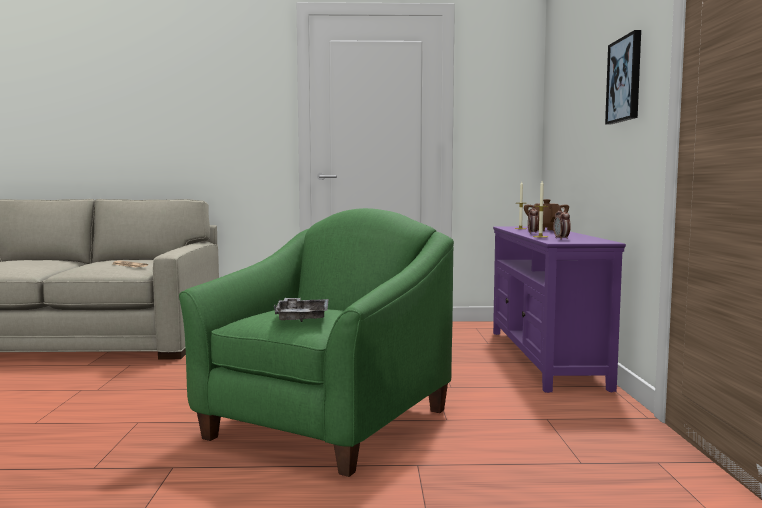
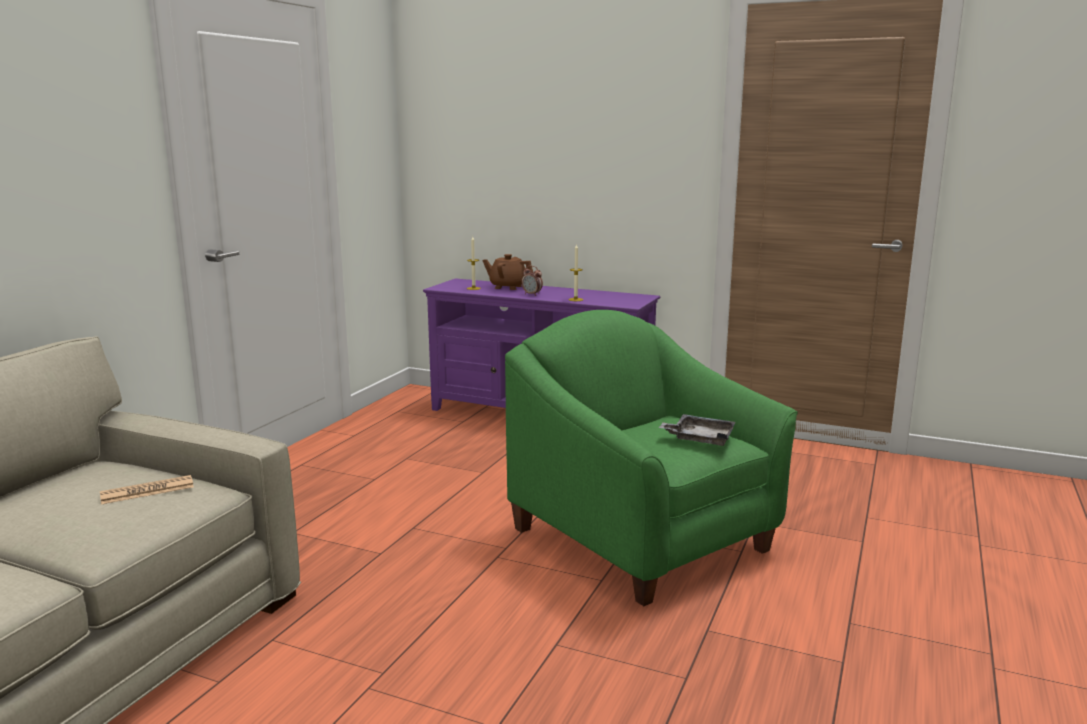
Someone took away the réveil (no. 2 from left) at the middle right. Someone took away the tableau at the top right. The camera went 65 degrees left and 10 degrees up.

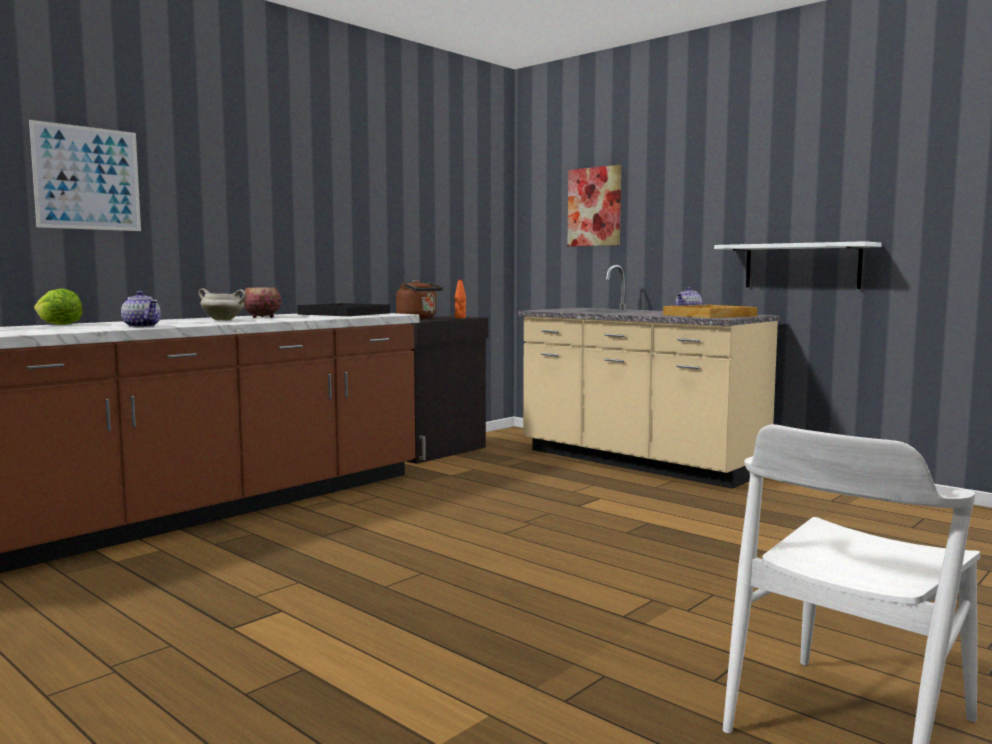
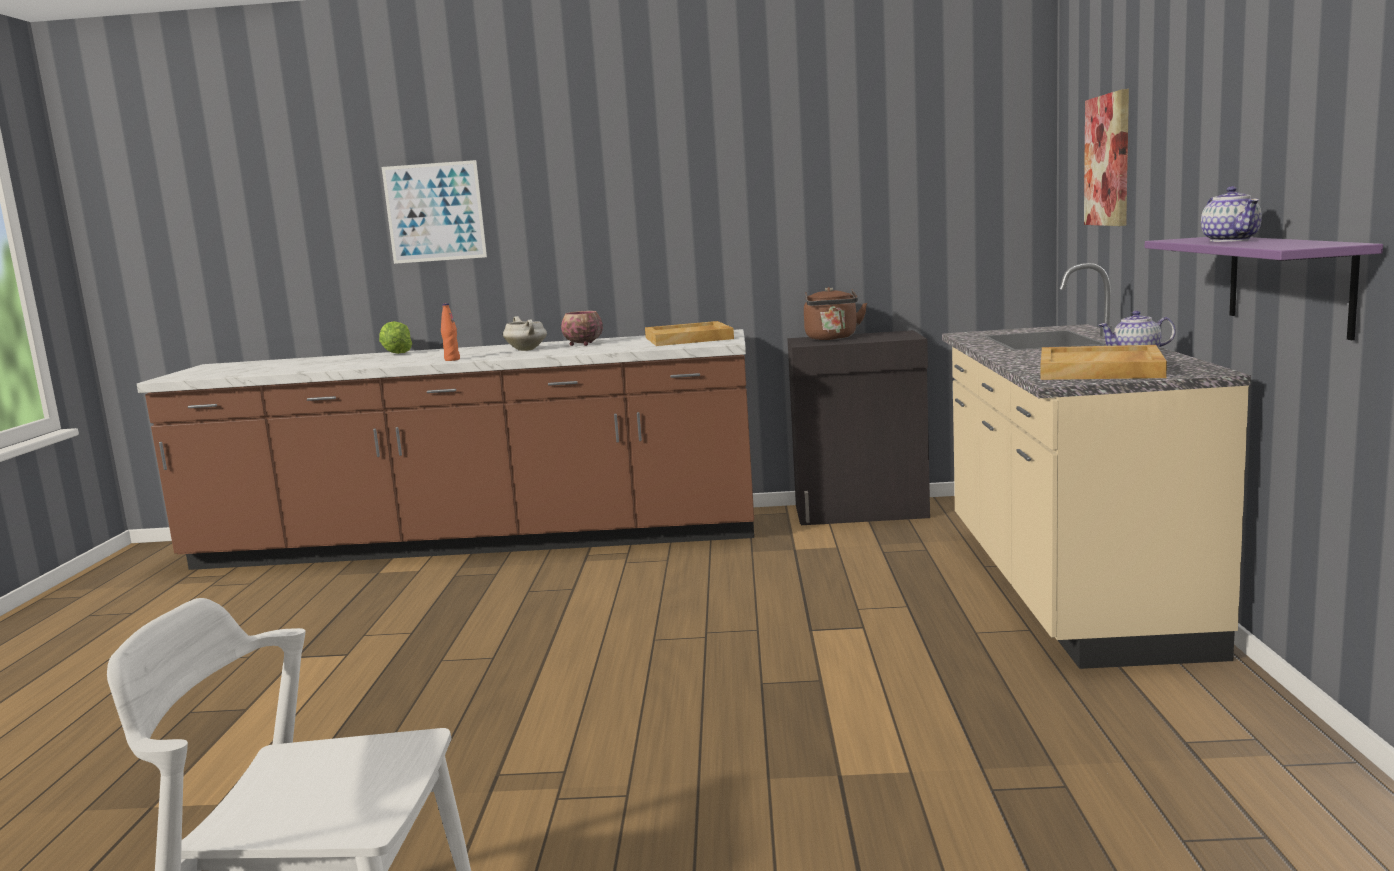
Someone carried the théière (no. 1 from left in the first image) from the middle left to the top right. Someone carried the bouteille [orange] from the centre to the middle left. Someone repainted the plateau [noir] at the centre, which became the plateau [beige] (no. 1 from left) at the centre. Someone repainted the étagère [blanc] at the middle right, which became the étagère [violet] at the top right. The camera went 50 degrees right and 5 degrees up.

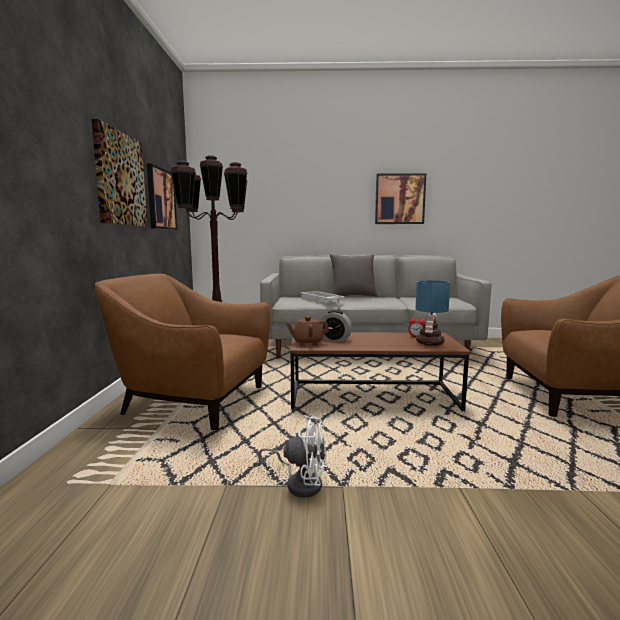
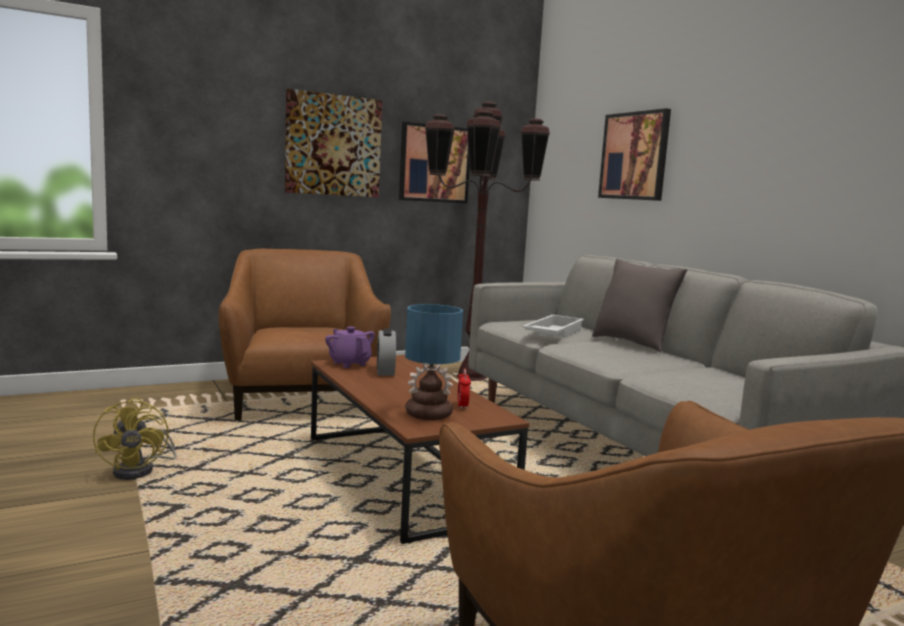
Someone carried the tableau (no. 3 from left) from the top centre to the top right. Someone repainted the ventilateur [blanc] at the bottom centre, which became the ventilateur [jaune] at the bottom left. Someone repainted the théière [marron] at the centre, which became the théière [violet] at the centre. The camera went 60 degrees right and 0 degrees up.

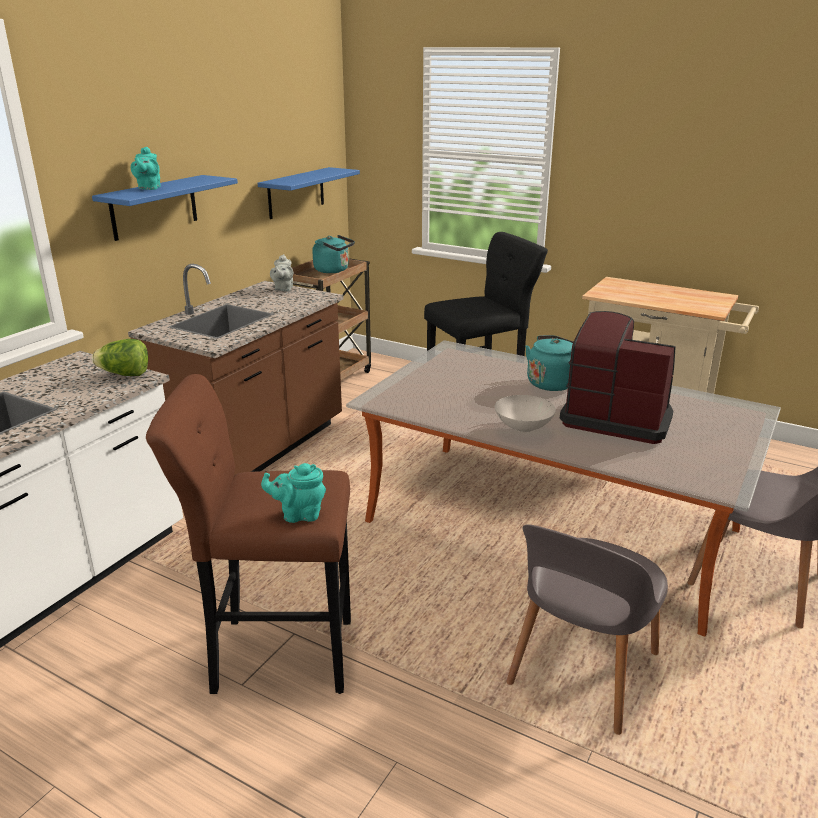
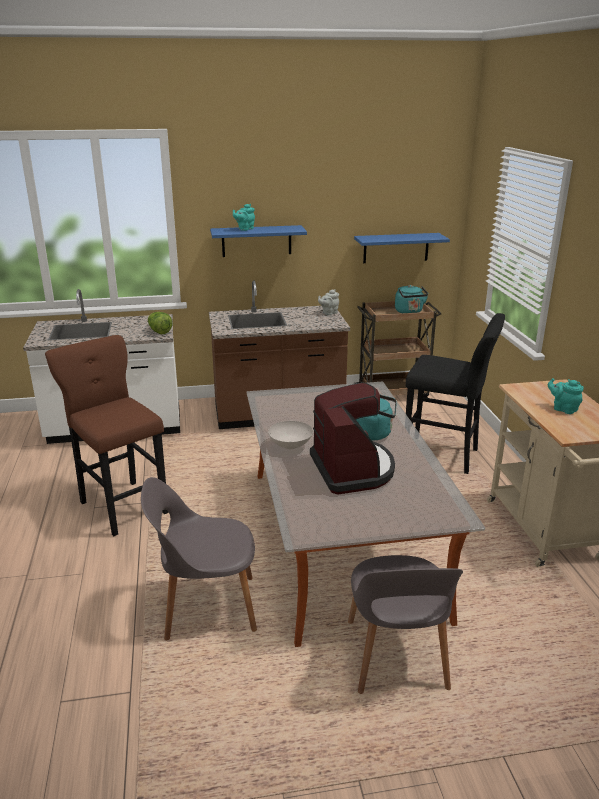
Someone carried the théière [turquoise] (no. 2 from left) from the centre to the middle right. The camera went 50 degrees right and 0 degrees up.

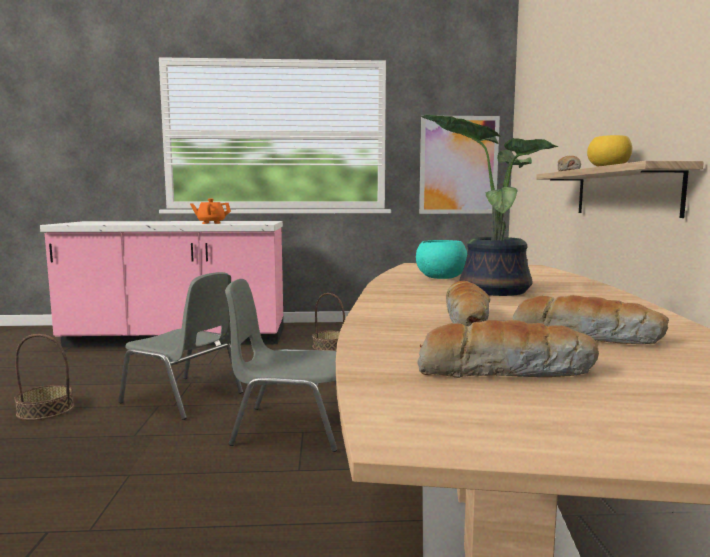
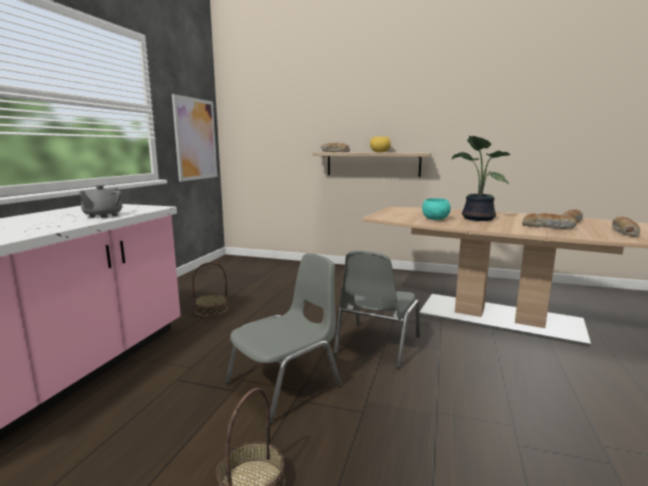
Someone repainted the théière [orange] at the middle left, which became the théière [gris] at the middle left. The camera went 70 degrees left and 5 degrees up.

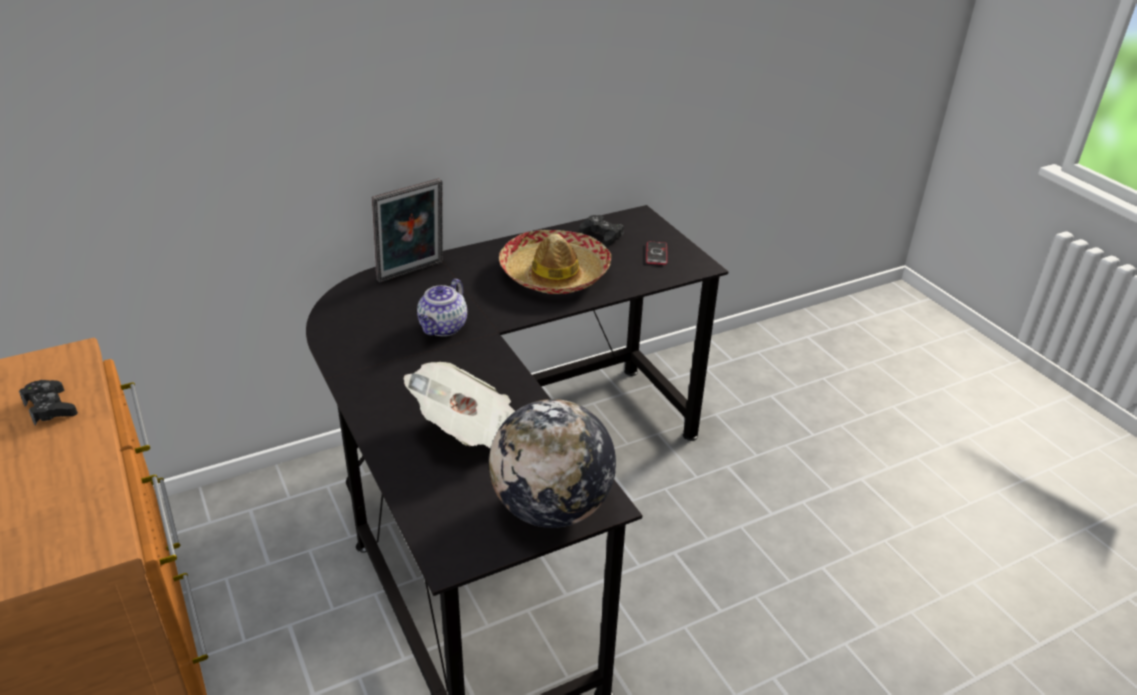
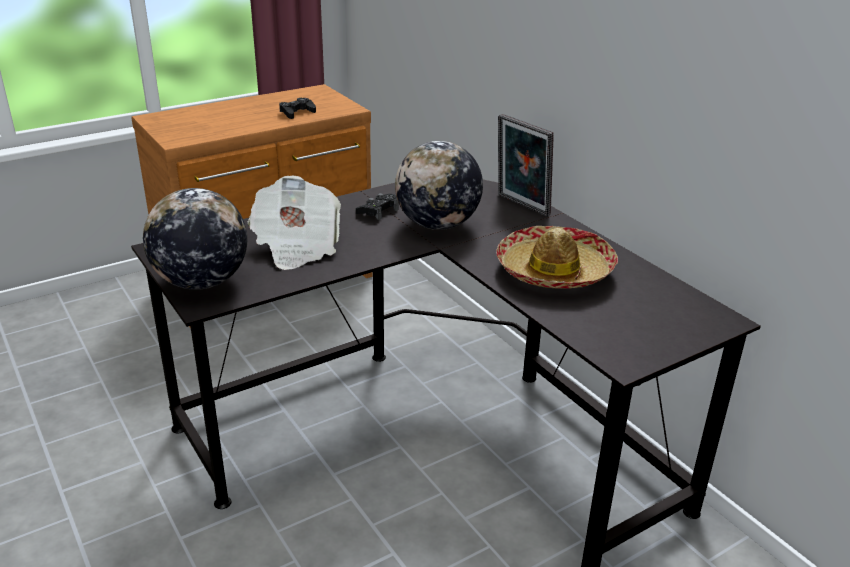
Someone took away the téléphone at the centre. Someone carried the manette [noir] (no. 2 from left) from the top centre to the centre. Someone swapped the théière at the centre for the globe (no. 2 from left) at the top centre. The camera went 85 degrees right and 5 degrees down.

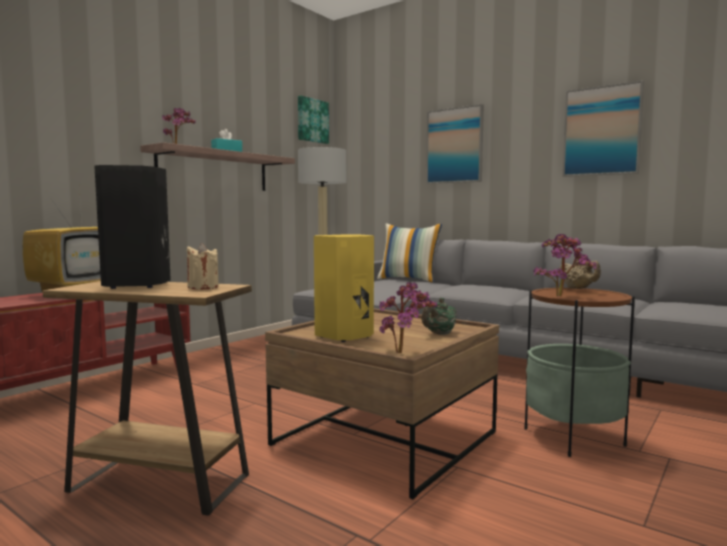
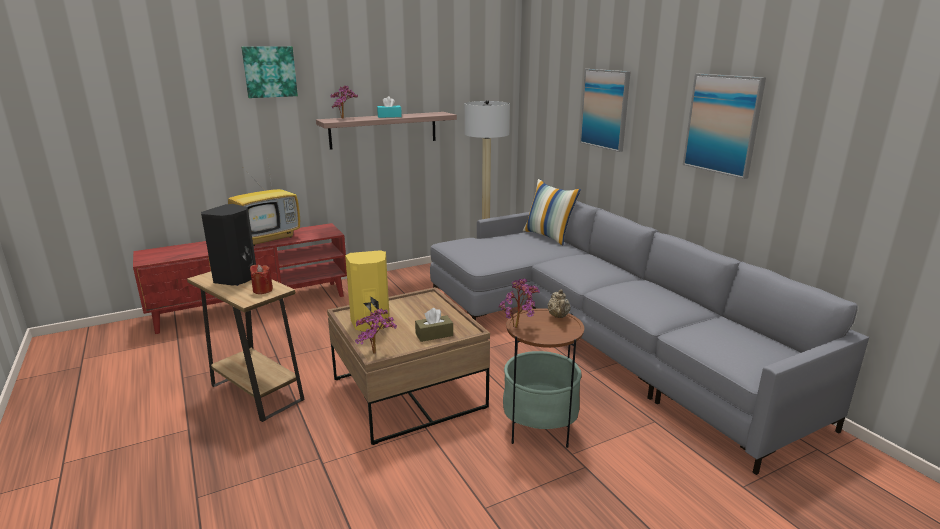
Someone carried the tableau (no. 1 from left) from the top centre to the top left. Someone swapped the théière [vert] at the centre for the boîte à mouchoirs [marron] at the centre. Someone repainted the bougie [beige] at the middle left, which became the bougie [rouge] at the middle left. The camera went 25 degrees right and 15 degrees up.

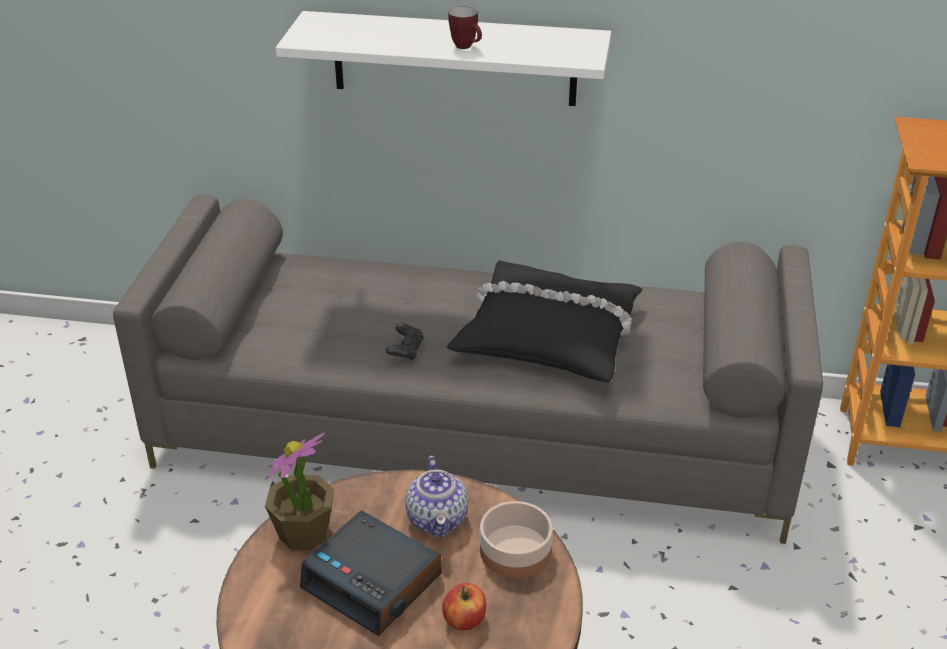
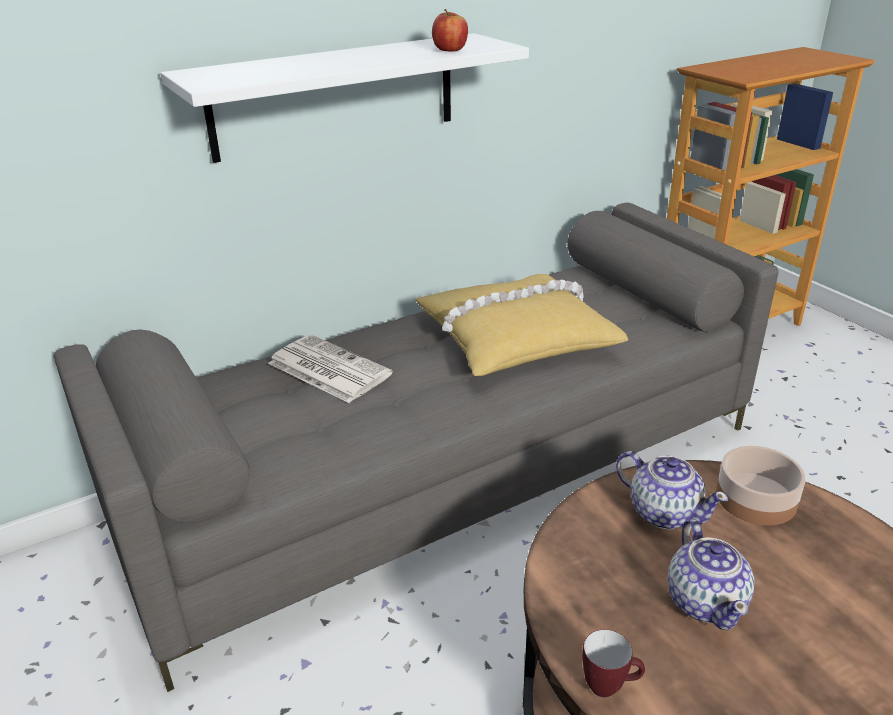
Someone took away the plante en pot at the bottom left. Someone took away the manette [noir] at the centre. Someone put down the journal at the centre. Someone carried the pomme from the bottom centre to the top centre. Someone carried the mug from the top centre to the bottom right. Someone swapped the réveil at the bottom centre for the théière (no. 2 from left) at the bottom right. Someone repainted the coussin [noir] at the centre, which became the coussin [jaune] at the centre. The camera went 40 degrees left and 5 degrees down.

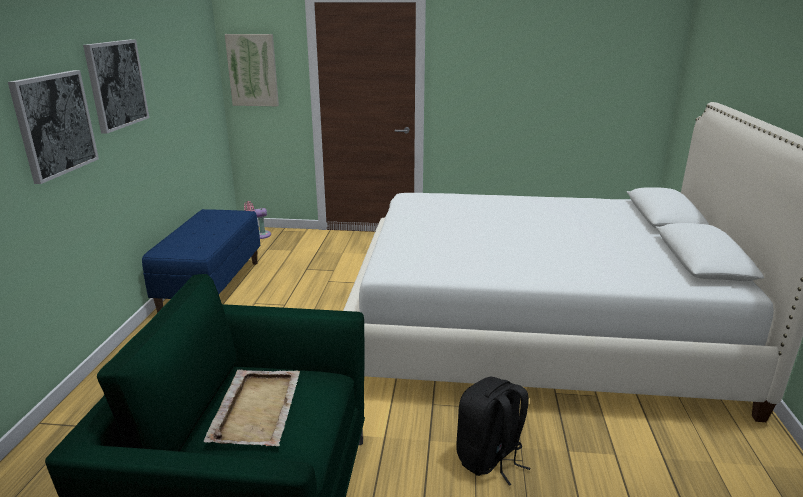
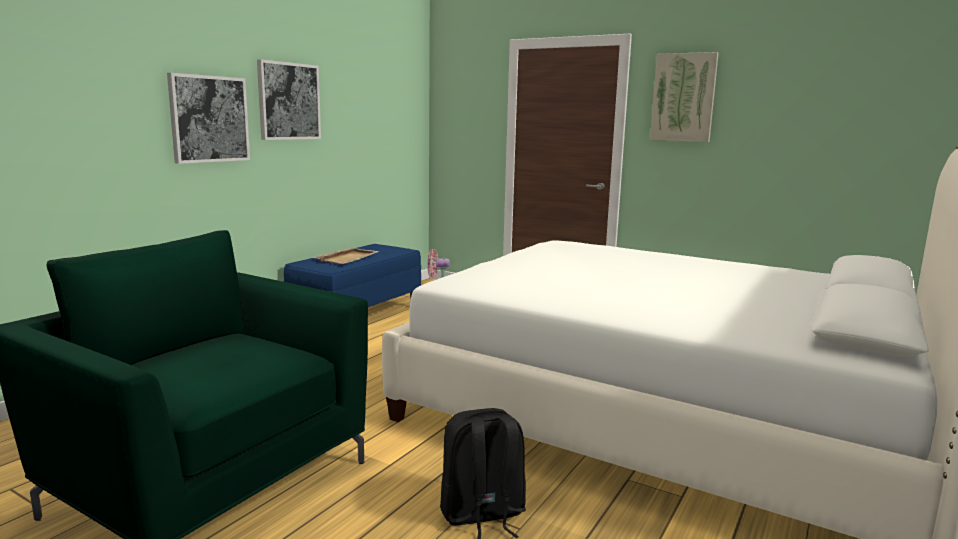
Someone carried the plateau [beige] from the bottom left to the centre. Someone carried the tableau (no. 3 from left) from the top left to the top right. The camera went 25 degrees right and 10 degrees down.

